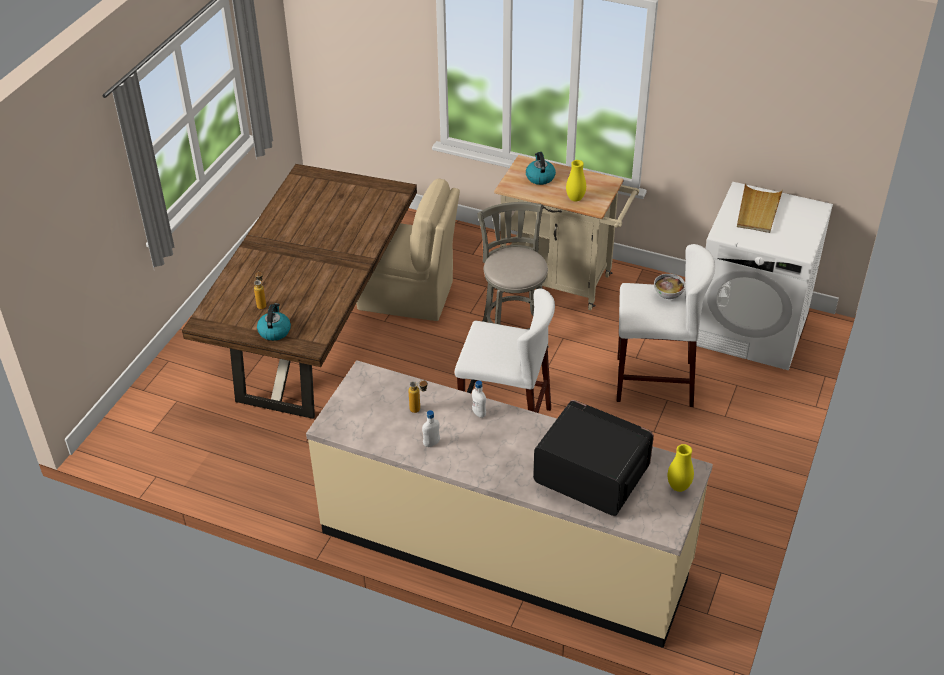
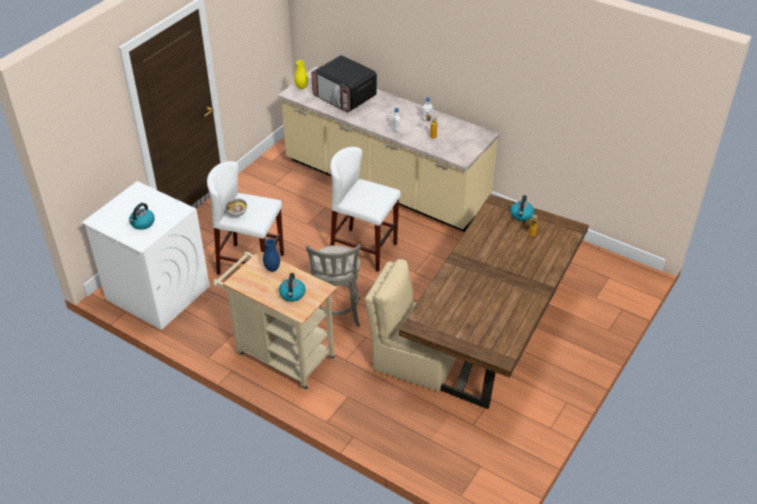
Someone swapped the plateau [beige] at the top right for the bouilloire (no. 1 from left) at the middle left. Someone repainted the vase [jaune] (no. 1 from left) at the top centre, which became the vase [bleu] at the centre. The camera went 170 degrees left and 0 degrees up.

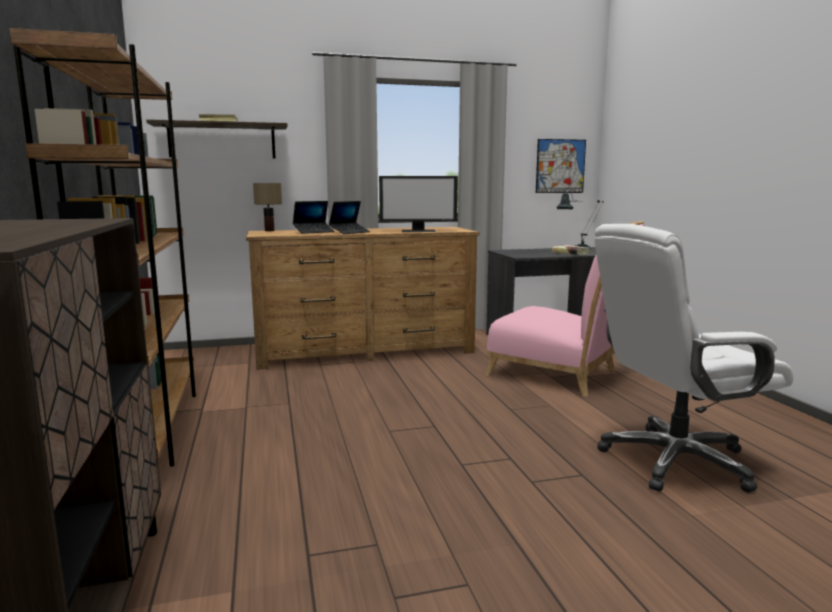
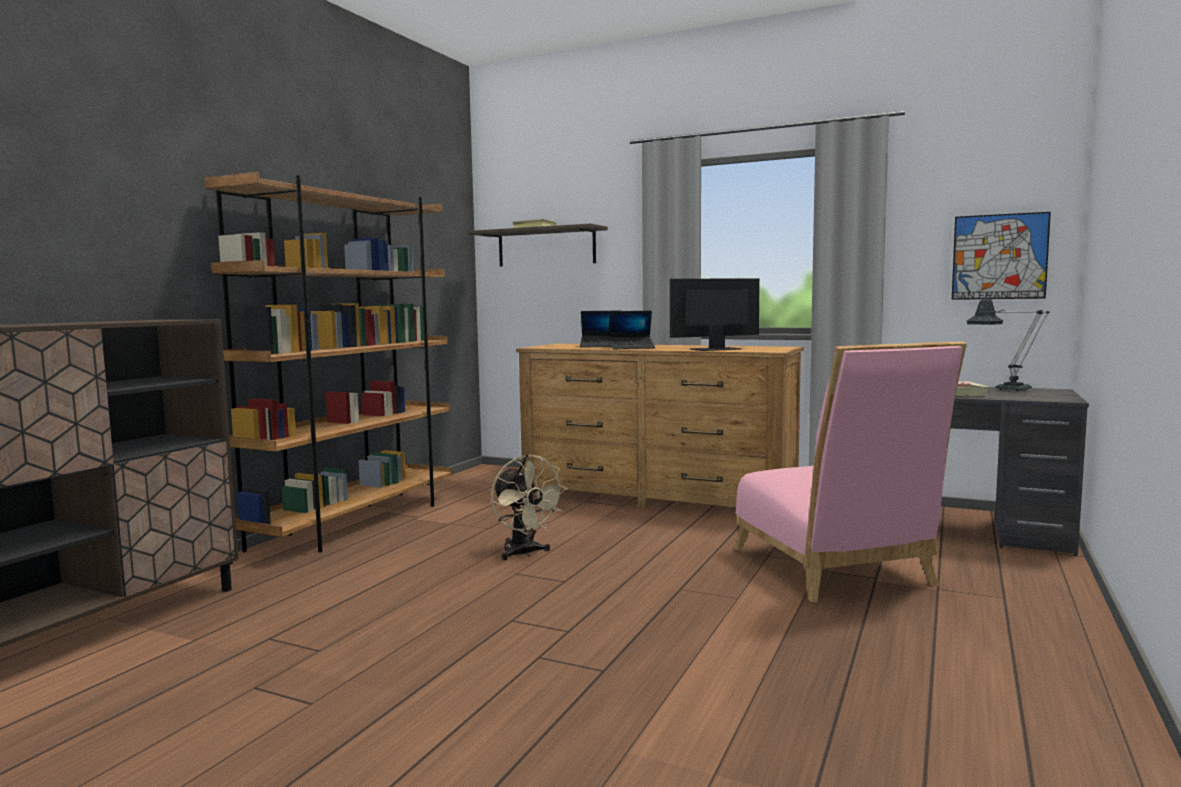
Someone took away the lampe de table (no. 1 from left) at the middle left. Someone took away the chaise de bureau [blanc] at the middle right. Someone put down the ventilateur [beige] at the centre. Someone rotated the écran d'ordinateur at the centre by 120 degrees clockwise. The camera went 40 degrees right and 5 degrees down.

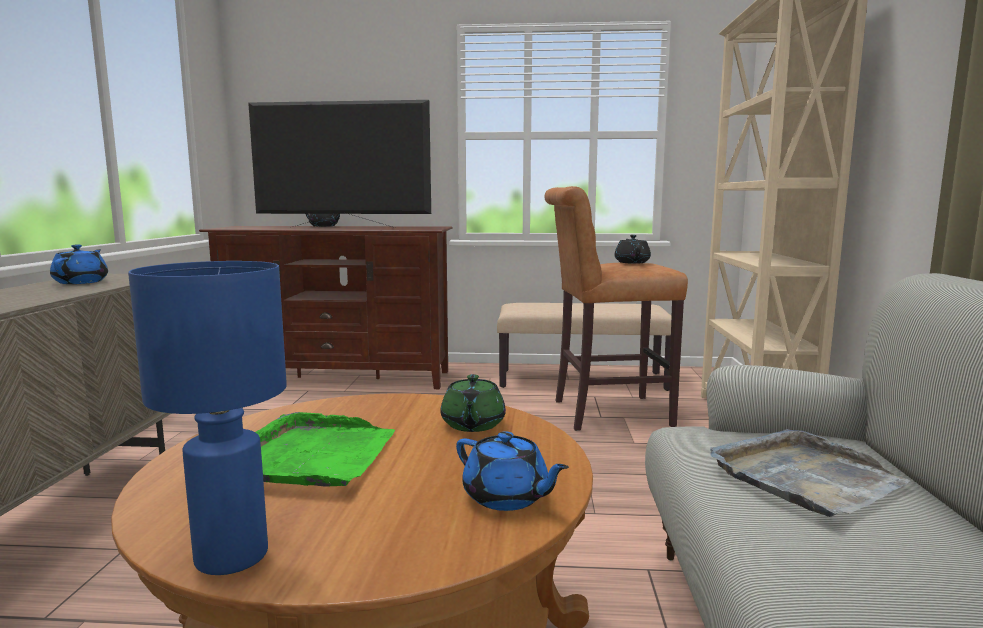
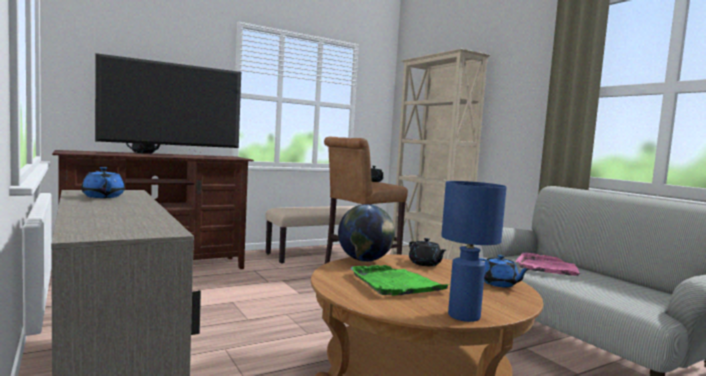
Someone put down the globe at the centre. Someone repainted the théière [vert] at the centre, which became the théière [noir] (no. 3 from left) at the bottom centre. Someone repainted the plateau [gris] at the bottom right, which became the plateau [rose] at the bottom right. Someone rotated the théière [bleu] (no. 2 from left) at the bottom centre by 45 degrees clockwise. The camera went 35 degrees left and 5 degrees down.

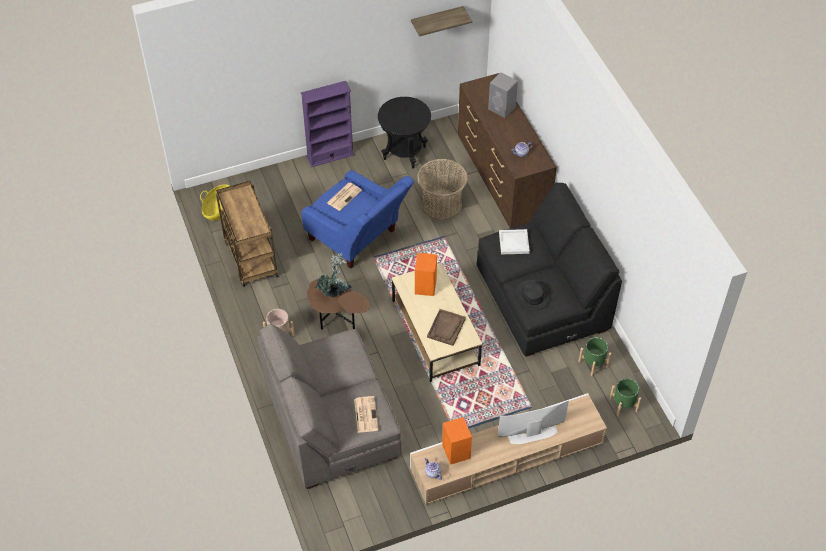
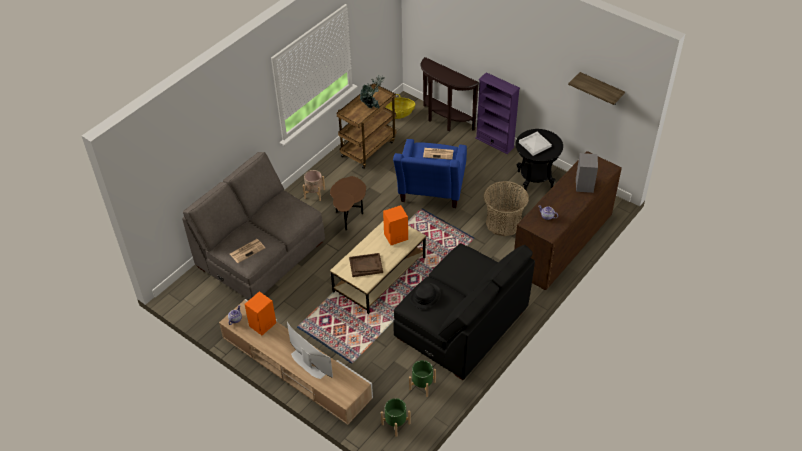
Someone put down the table console [marron] at the top centre. Someone carried the plante en pot from the centre to the top centre. Someone carried the plateau [blanc] from the centre to the top right. The camera went 60 degrees right and 5 degrees down.

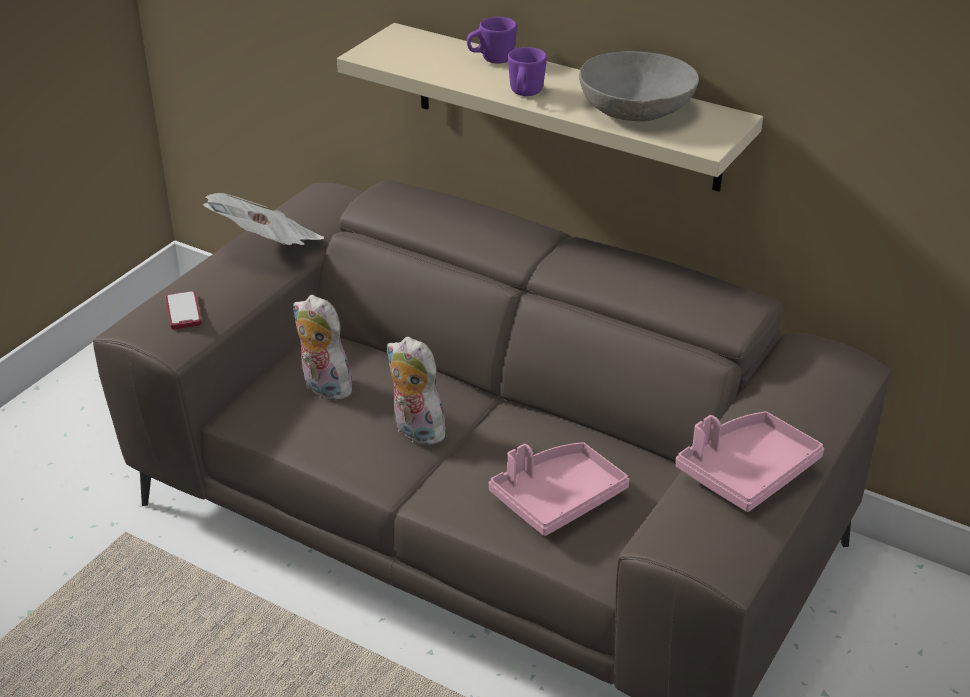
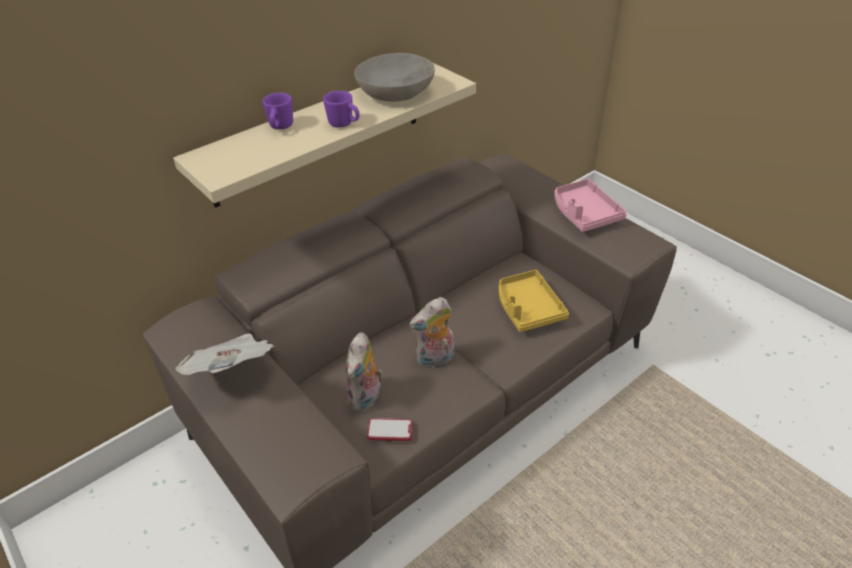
Someone carried the téléphone from the middle left to the bottom centre. Someone repainted the plateau [rose] (no. 1 from left) at the bottom centre, which became the plateau [jaune] at the centre. Someone rotated the peluche (no. 1 from left) at the middle left by 45 degrees counterclockwise. The camera went 70 degrees left and 5 degrees up.

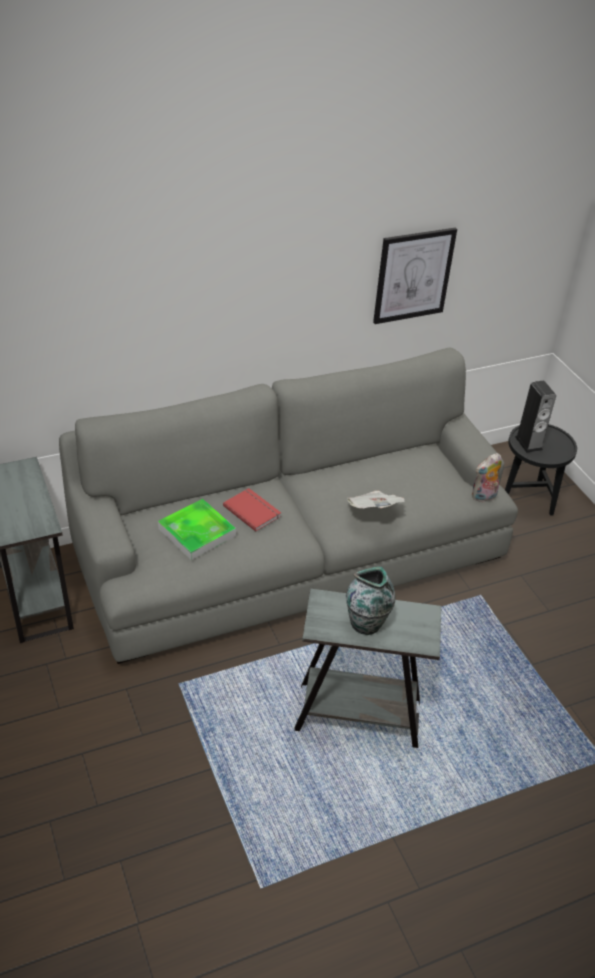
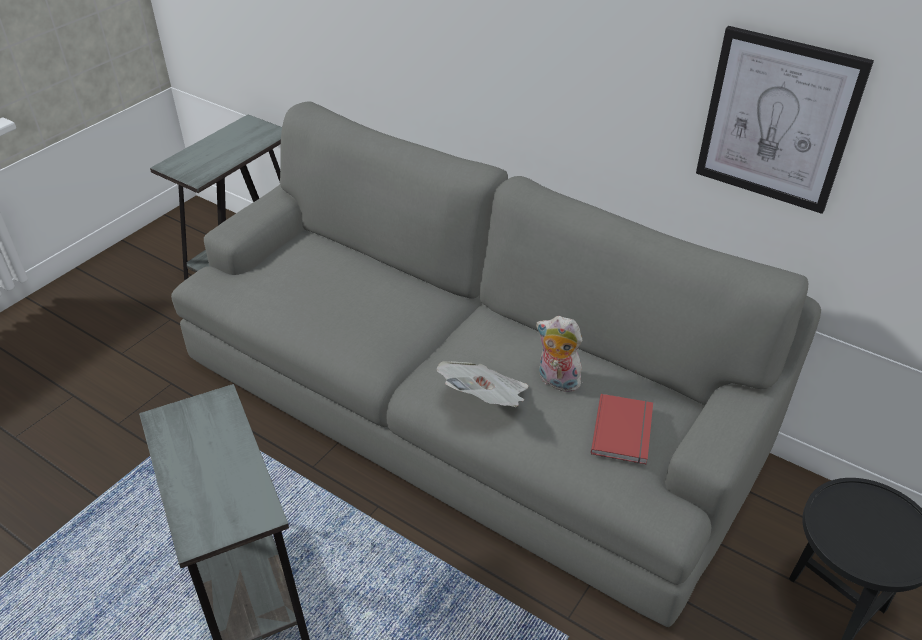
Someone took away the plateau at the middle left. Someone took away the vase at the centre. Someone took away the enceinte at the middle right. Someone carried the livre [rouge] from the centre to the bottom right. Someone carried the peluche from the middle right to the centre. The camera went 60 degrees right and 0 degrees up.

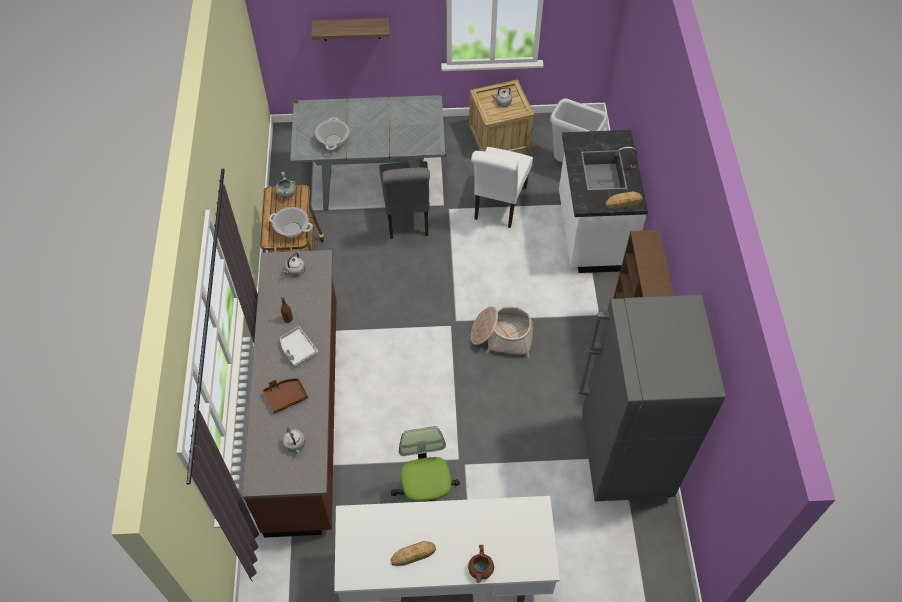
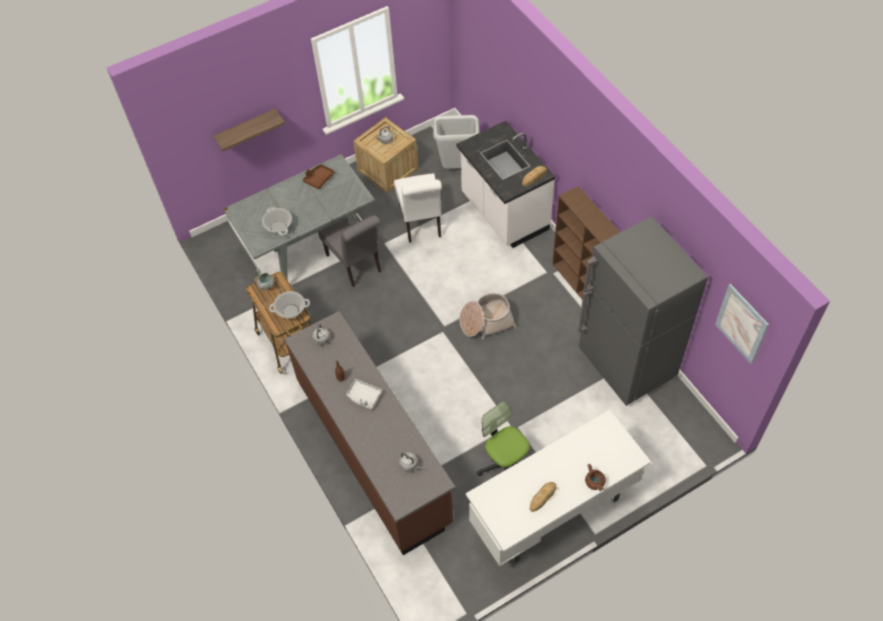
Someone put up the tableau at the middle right. Someone carried the plateau [marron] from the middle left to the top centre. The camera went 25 degrees left and 0 degrees up.

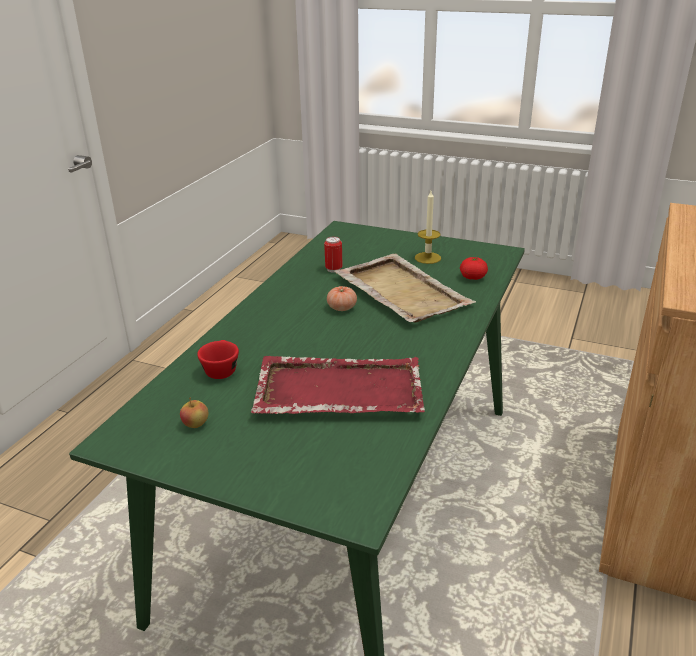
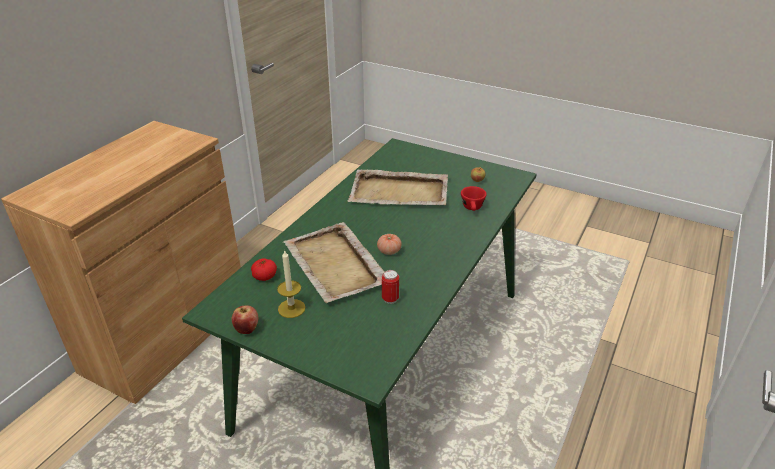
Someone put down the pomme (no. 1 from left) at the bottom left. Someone repainted the plateau [rouge] at the centre, which became the plateau [beige] (no. 2 from left) at the centre. The camera went 175 degrees left and 5 degrees up.

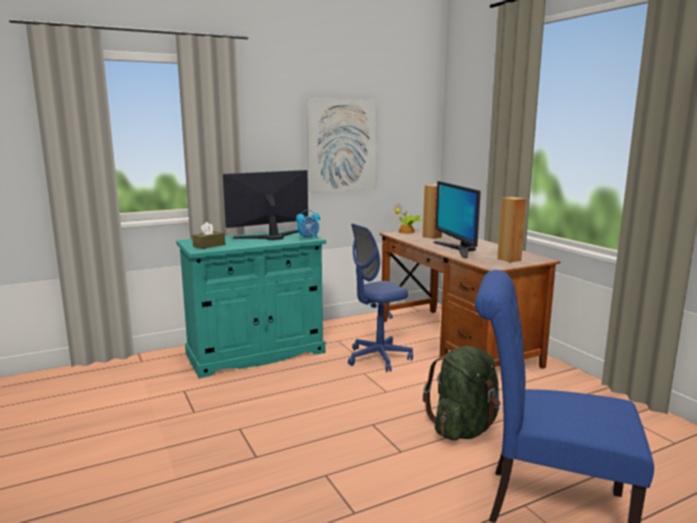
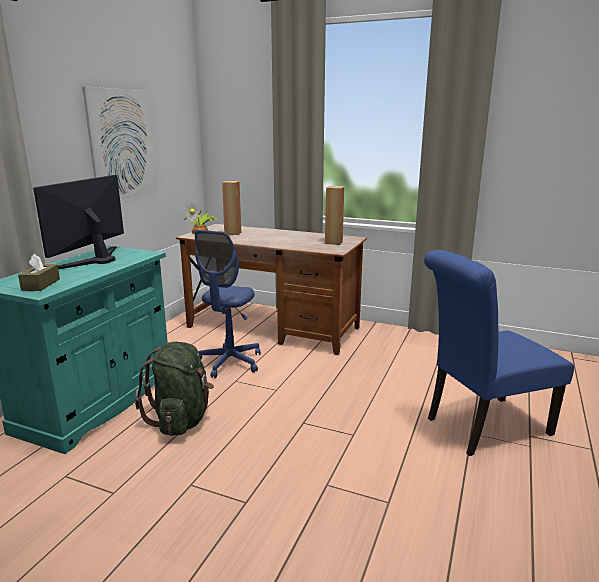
Someone took away the réveil at the centre. Someone took away the écran d'ordinateur (no. 2 from left) at the centre. Someone carried the sac à dos [vert] from the bottom centre to the bottom left. The camera went 40 degrees left and 5 degrees up.

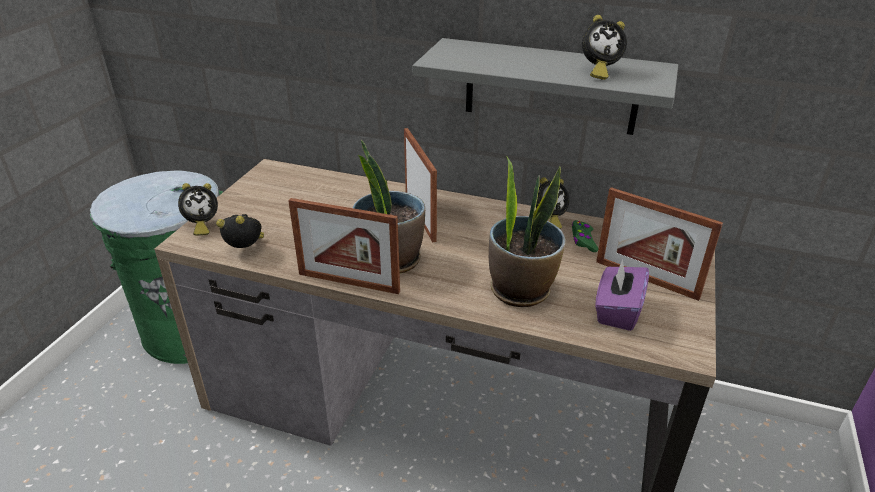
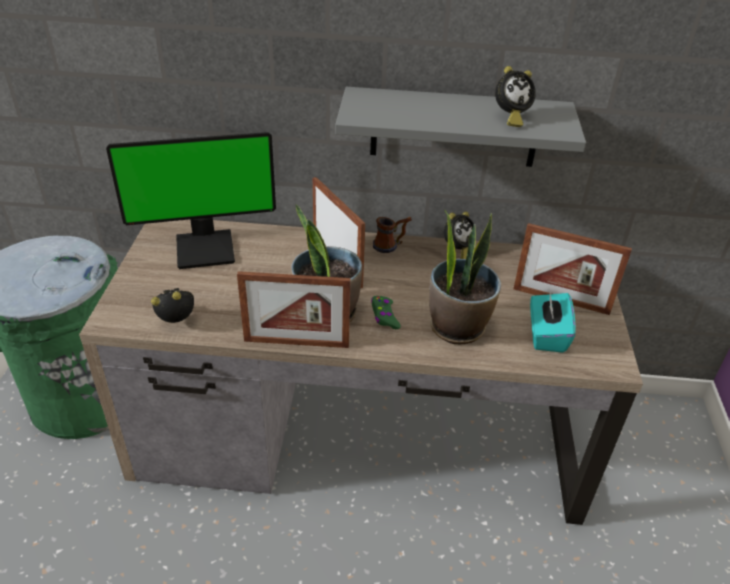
Someone took away the réveil (no. 1 from left) at the middle left. Someone put down the écran d'ordinateur at the middle left. Someone put down the mug at the centre. Someone carried the manette [vert] from the middle right to the centre. Someone repainted the boîte à mouchoirs [violet] at the middle right, which became the boîte à mouchoirs [turquoise] at the middle right. The camera went 15 degrees left and 5 degrees up.

